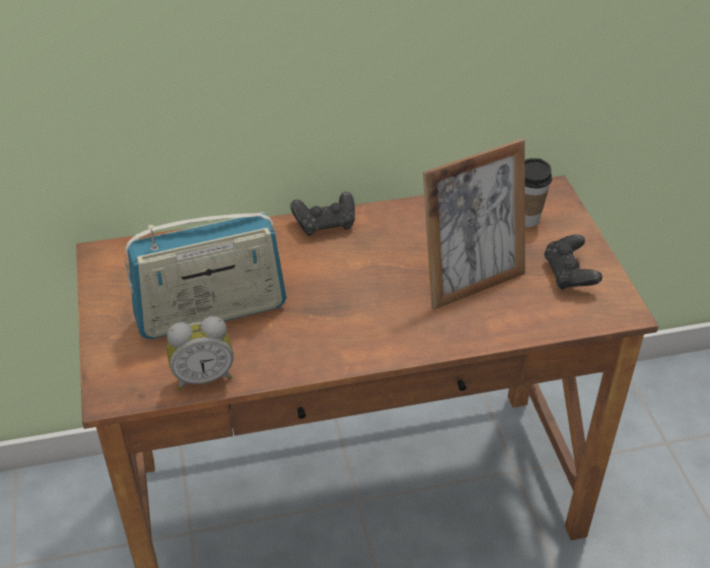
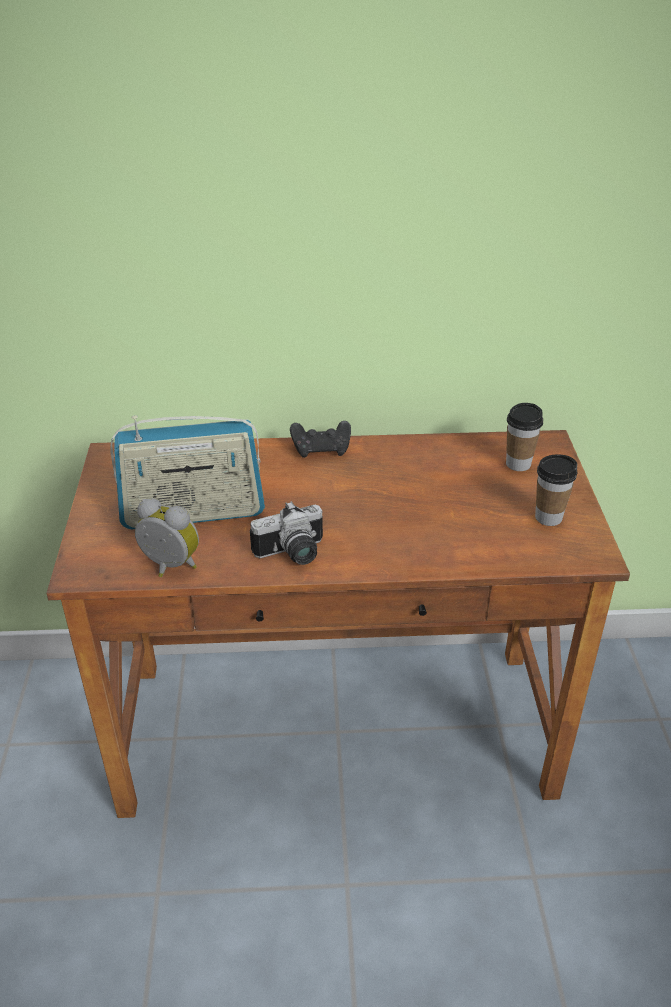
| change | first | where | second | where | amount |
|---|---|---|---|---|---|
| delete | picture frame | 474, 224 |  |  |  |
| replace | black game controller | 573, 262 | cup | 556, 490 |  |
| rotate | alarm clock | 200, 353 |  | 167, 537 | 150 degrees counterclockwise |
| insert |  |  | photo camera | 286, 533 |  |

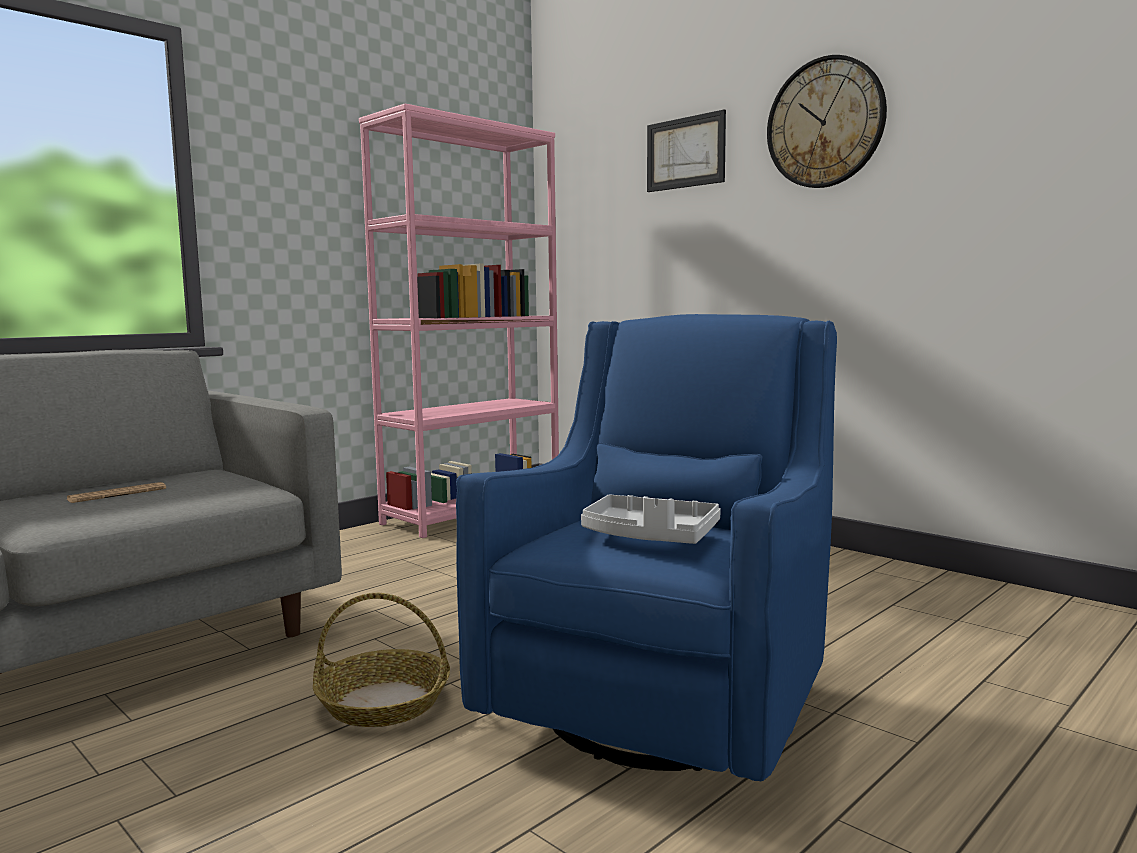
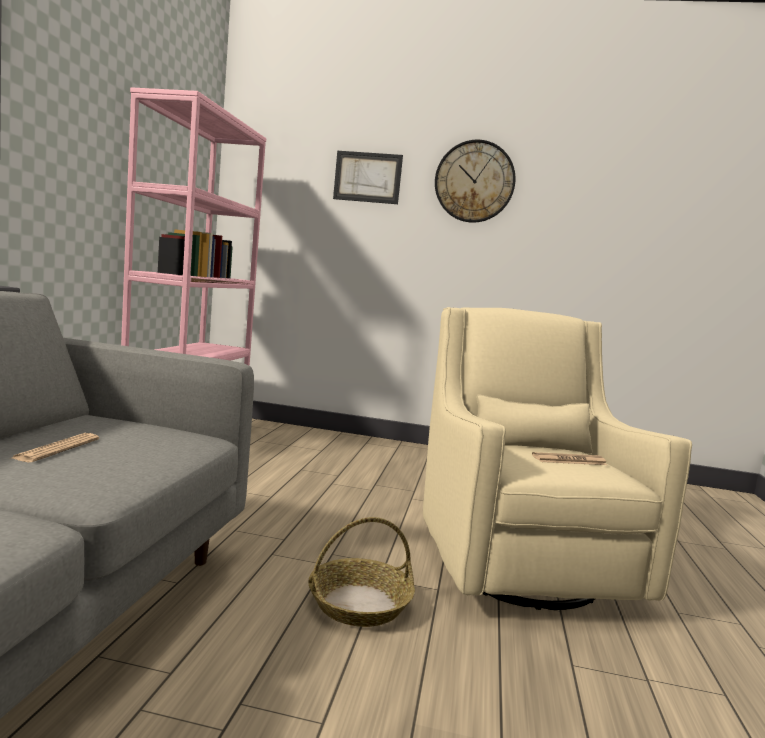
| change | first | where | second | where | amount |
|---|---|---|---|---|---|
| recolor | blue armchair | 646, 548 | beige armchair | 557, 458 |  |
| replace | grey tray | 651, 519 | newspaper | 569, 458 |  |

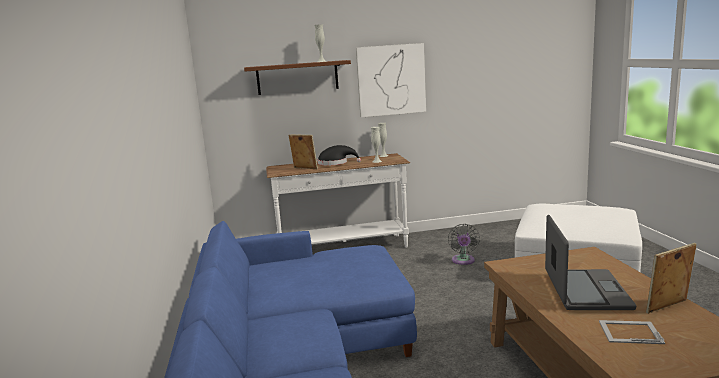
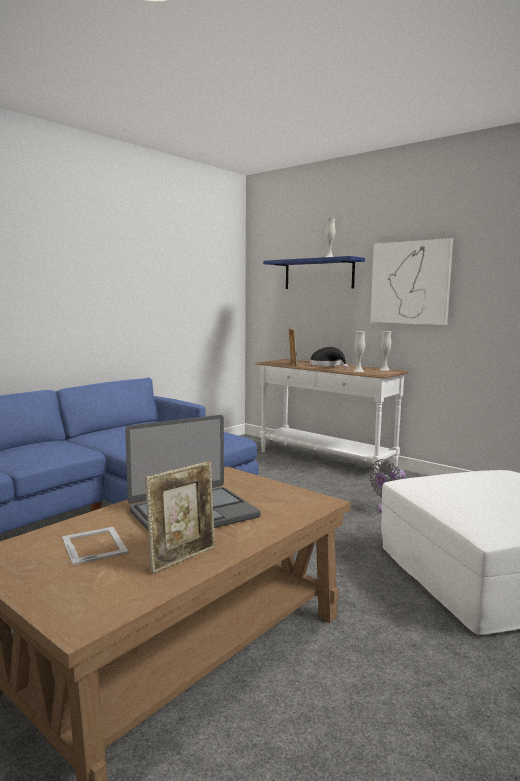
| change | first | where | second | where | amount |
|---|---|---|---|---|---|
| recolor | brown shelf | 297, 77 | blue shelf | 314, 272 |  |
| rotate | picture frame | 671, 278 |  | 180, 517 | 105 degrees clockwise |

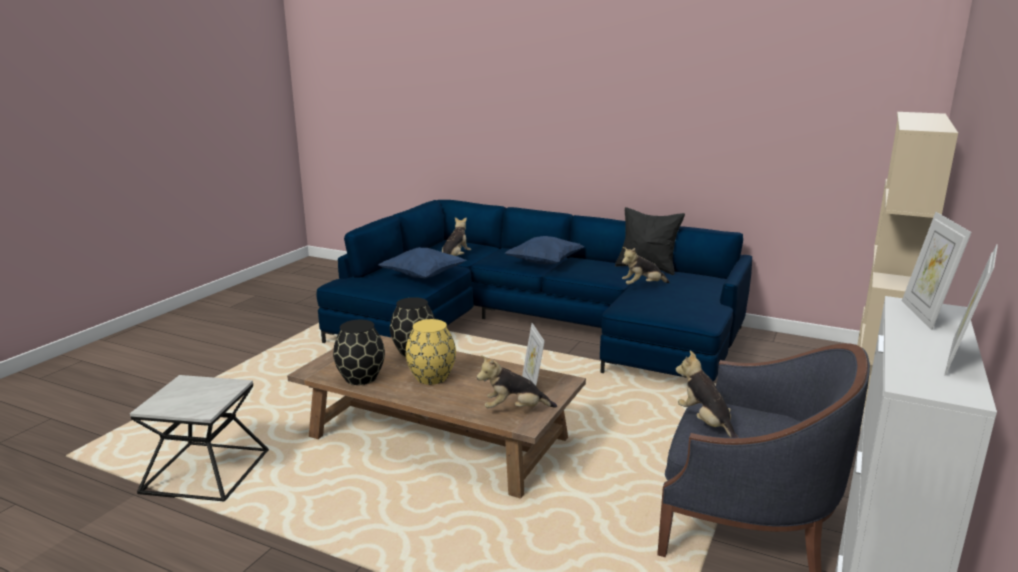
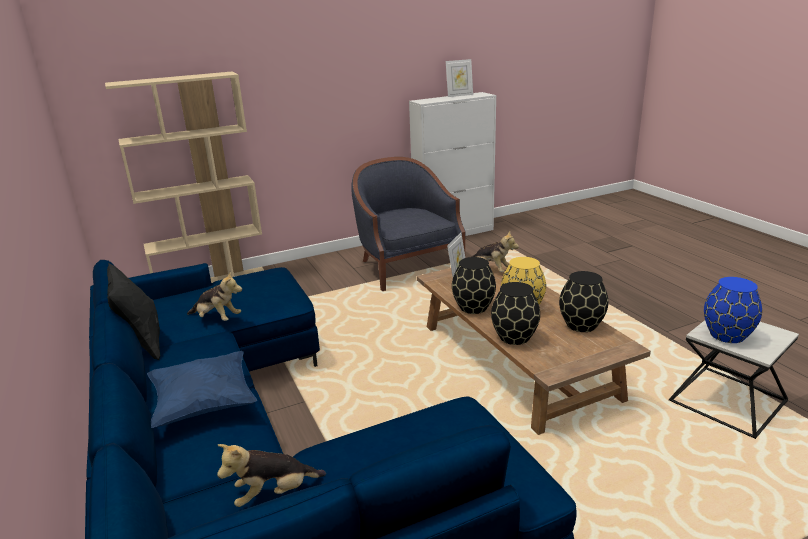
| change | first | where | second | where | amount |
|---|---|---|---|---|---|
| delete | picture frame | 937, 271 |  |  |  |
| delete | blue pillow | 423, 263 |  |  |  |
| delete | plush toy | 708, 394 |  |  |  |
| insert |  |  | black vase | 474, 285 |  |
| insert |  |  | blue vase | 733, 310 |  |

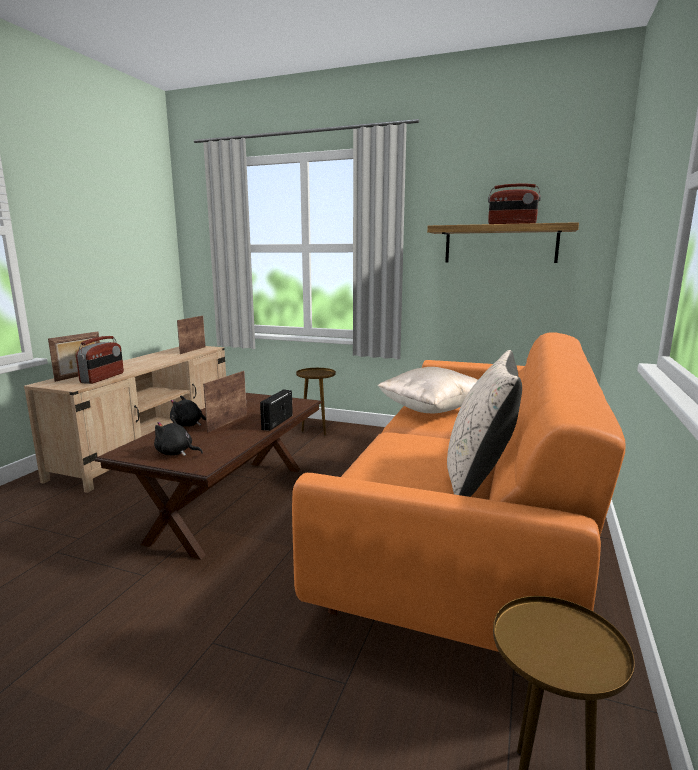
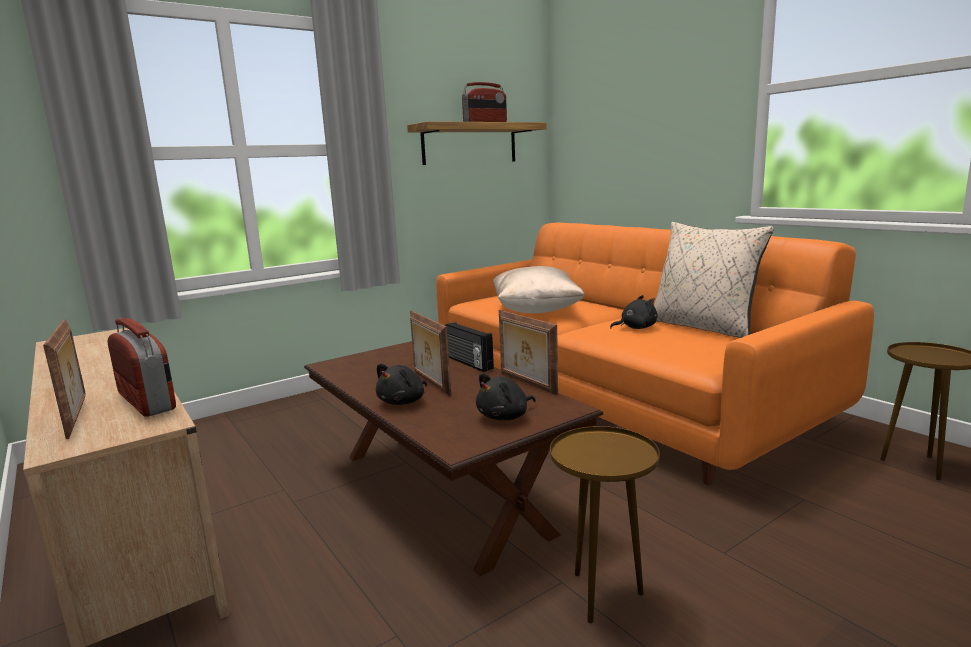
| change | first | where | second | where | amount |
|---|---|---|---|---|---|
| move | picture frame | 191, 335 |  | 528, 352 |  |
| move | brown side table | 316, 402 |  | 605, 524 |  |
| insert |  |  | black plush toy | 633, 312 |  |

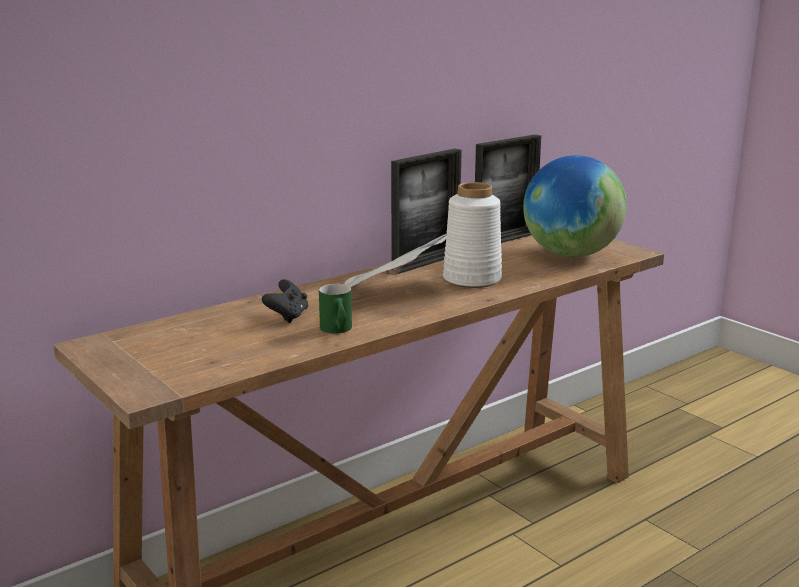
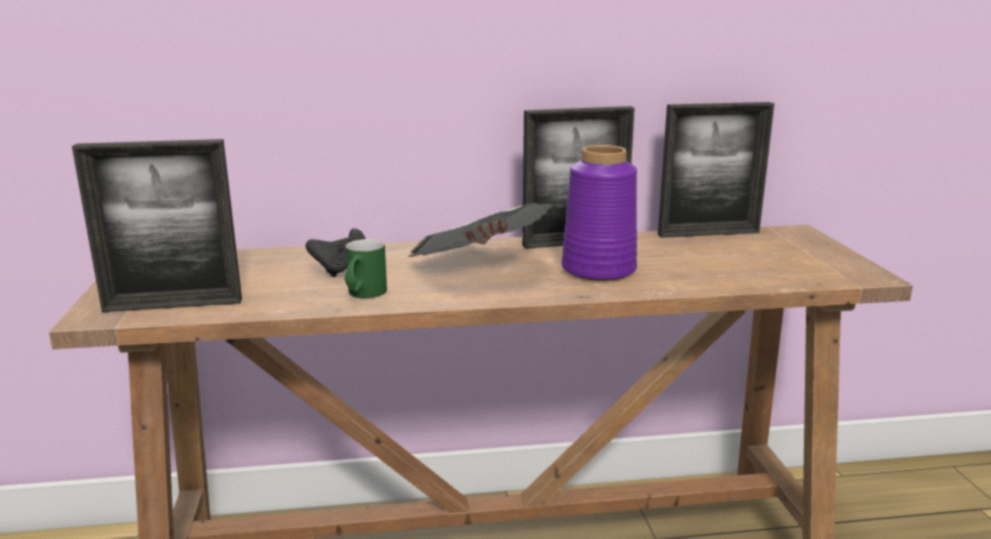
| change | first | where | second | where | amount |
|---|---|---|---|---|---|
| delete | globe | 575, 206 |  |  |  |
| recolor | white vase | 472, 235 | purple vase | 599, 213 |  |
| insert |  |  | picture frame | 157, 225 |  |

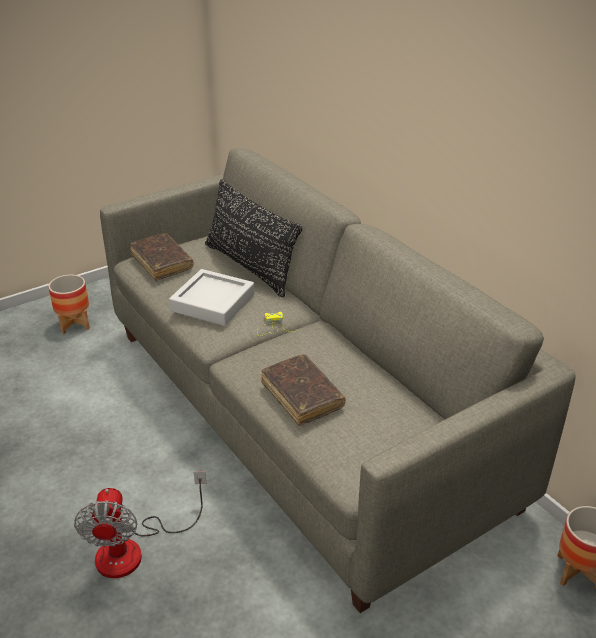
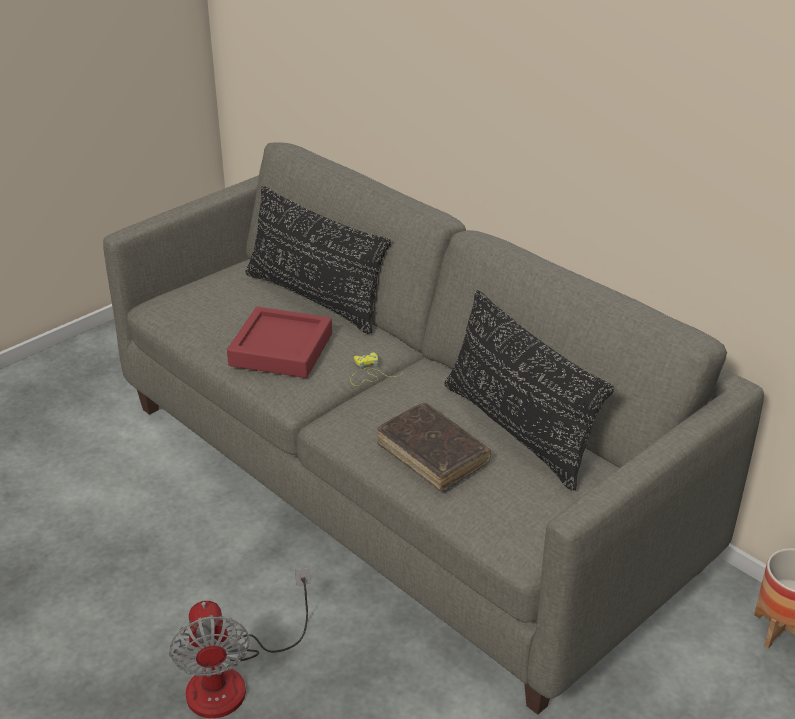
| change | first | where | second | where | amount |
|---|---|---|---|---|---|
| delete | brown book | 162, 257 |  |  |  |
| recolor | grey tray | 212, 297 | red tray | 279, 342 |  |
| delete | planter | 69, 304 |  |  |  |
| insert |  |  | black pillow | 529, 390 |  |

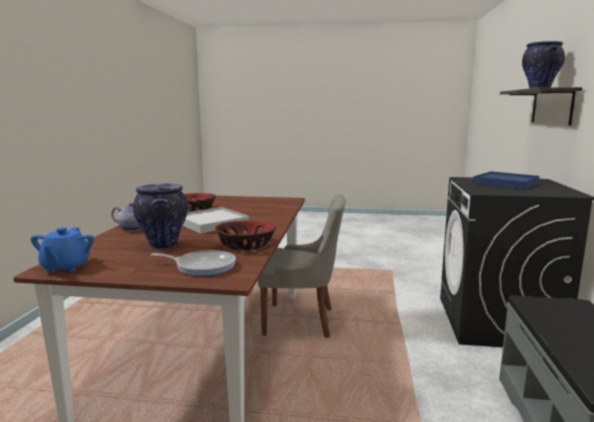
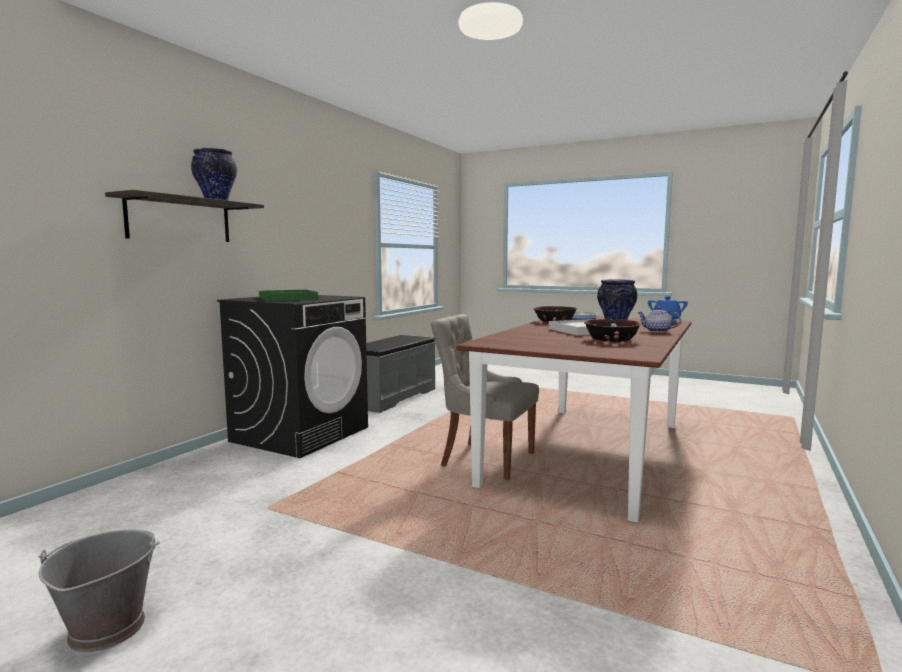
| change | first | where | second | where | amount |
|---|---|---|---|---|---|
| recolor | blue tray | 506, 180 | green tray | 288, 295 |  |
| insert |  |  | grey bucket | 99, 591 |  |

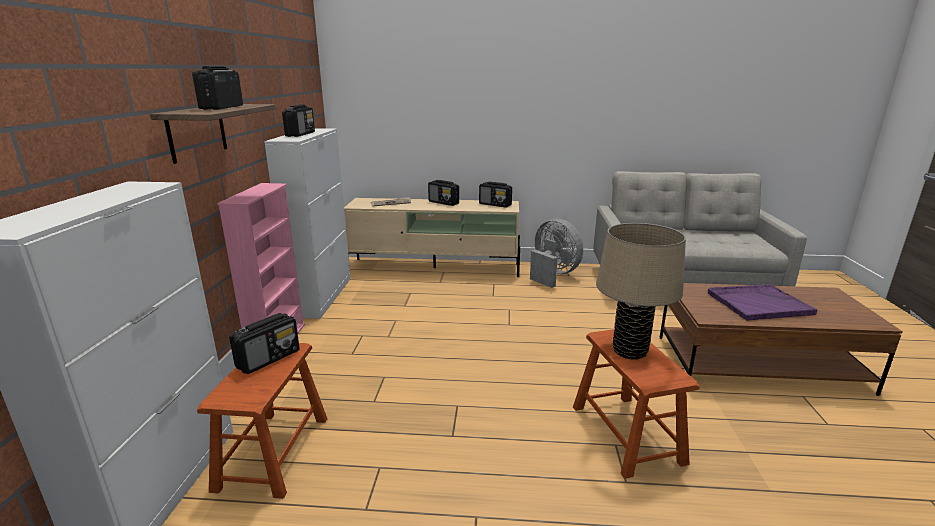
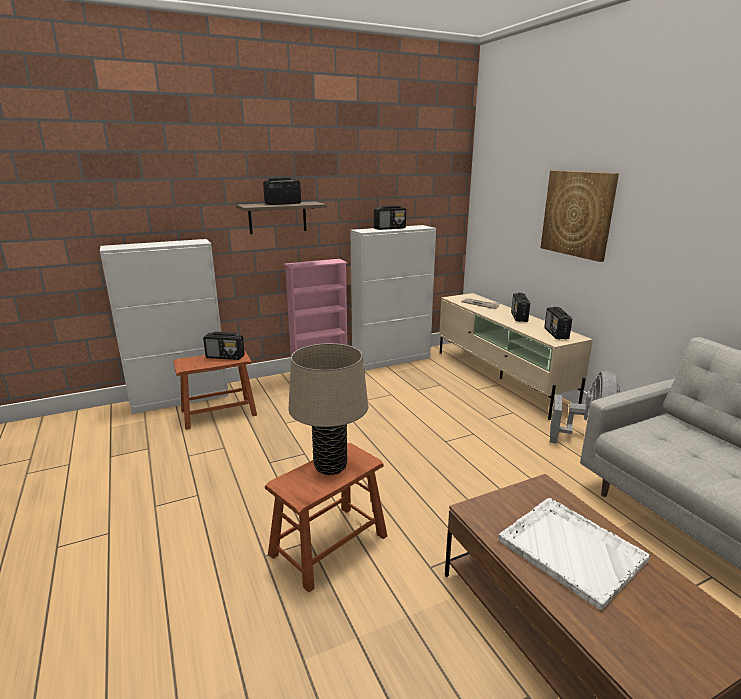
| change | first | where | second | where | amount |
|---|---|---|---|---|---|
| recolor | purple tray | 762, 302 | white tray | 574, 554 |  |
| insert |  |  | picture | 580, 216 |  |

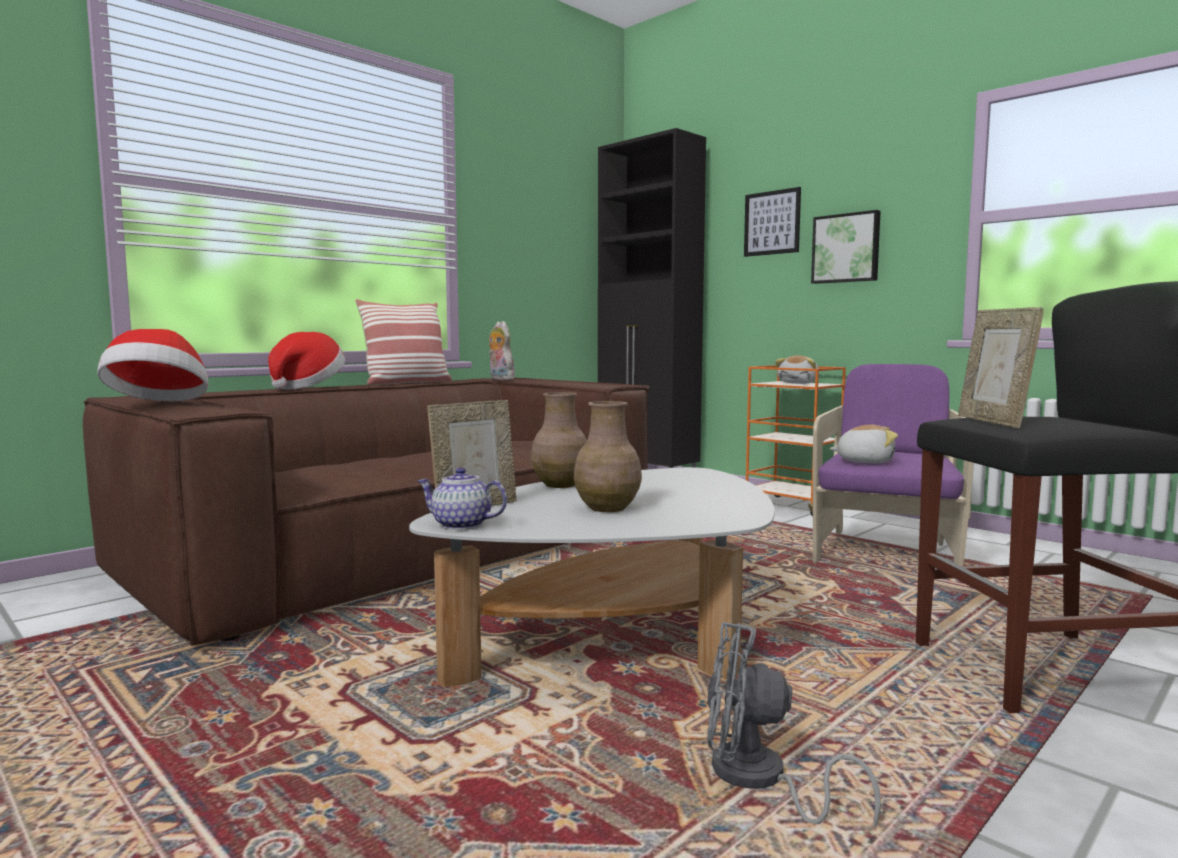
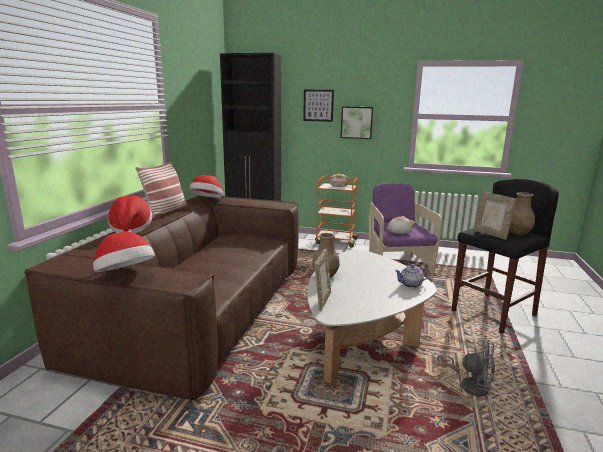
| change | first | where | second | where | amount |
|---|---|---|---|---|---|
| replace | plush toy | 502, 350 | hat | 206, 186 |  |
| move | brown vase | 608, 456 |  | 522, 213 |  |
| move | teapot | 462, 498 |  | 412, 276 |  |
| rotate | grey fan | 794, 724 |  | 466, 368 | 135 degrees counterclockwise |

